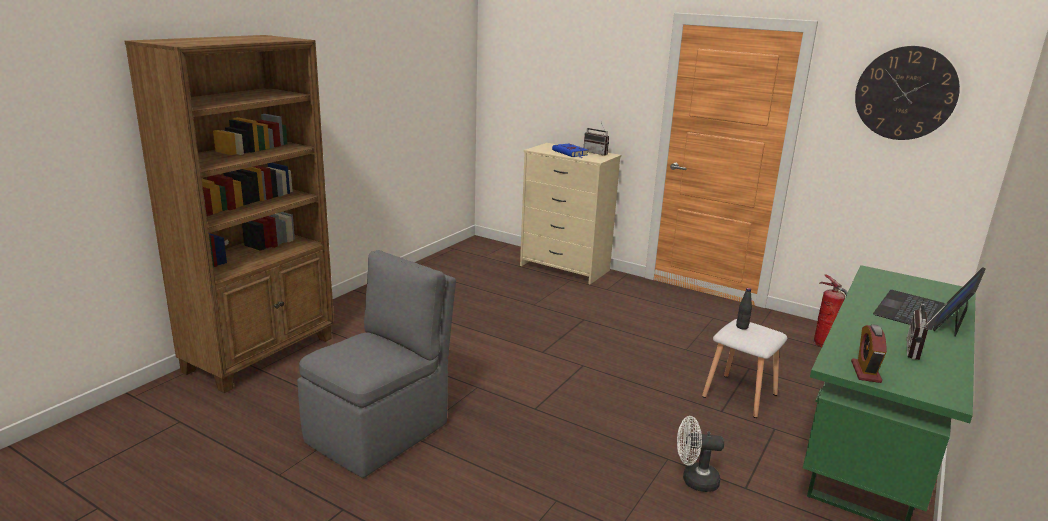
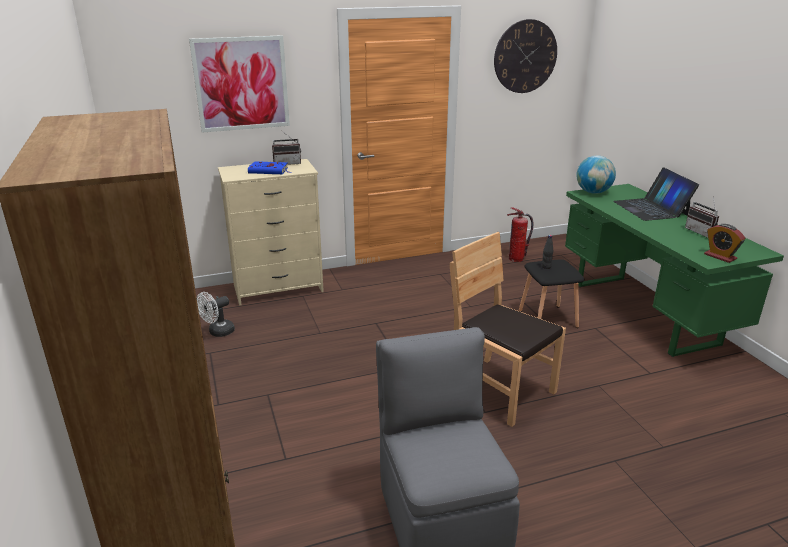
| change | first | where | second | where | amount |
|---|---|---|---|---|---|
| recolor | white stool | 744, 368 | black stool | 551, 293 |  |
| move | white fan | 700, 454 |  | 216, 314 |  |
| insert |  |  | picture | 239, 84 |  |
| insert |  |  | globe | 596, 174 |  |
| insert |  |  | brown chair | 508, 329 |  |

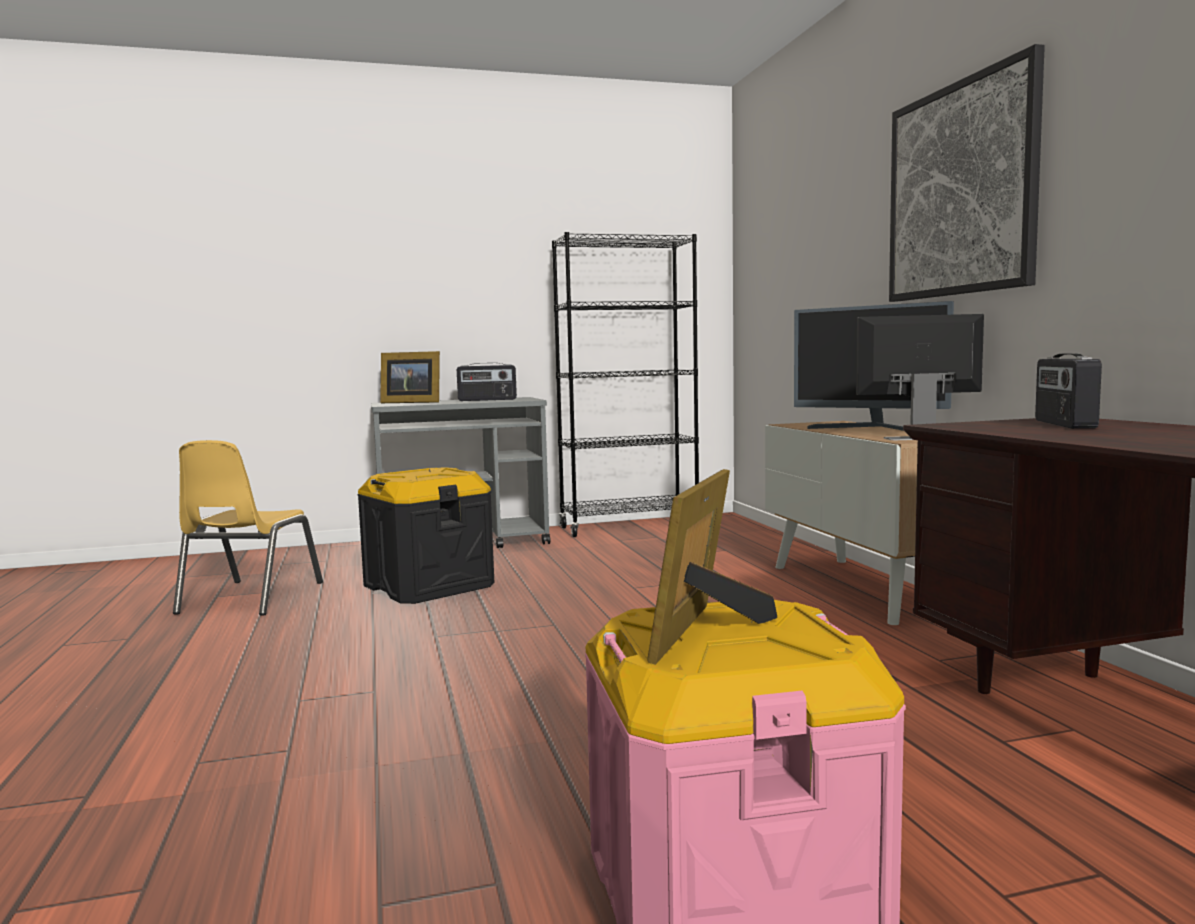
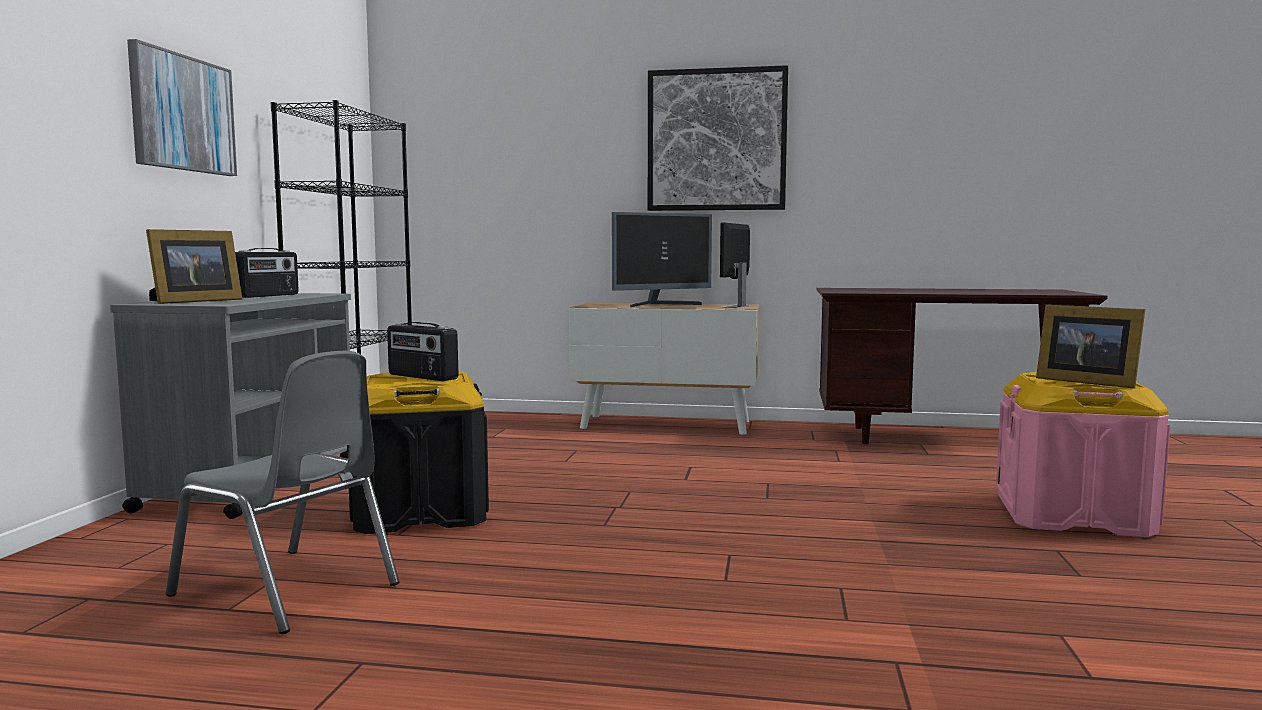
| change | first | where | second | where | amount |
|---|---|---|---|---|---|
| move | radio | 1068, 391 |  | 422, 351 |  |
| recolor | yellow chair | 248, 527 | grey chair | 282, 492 |  |
| insert |  |  | picture | 182, 107 |  |

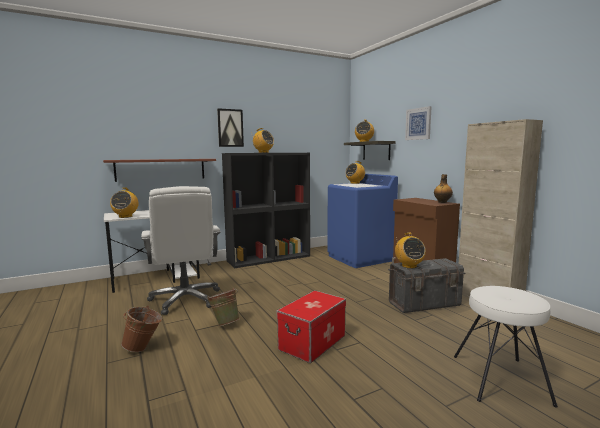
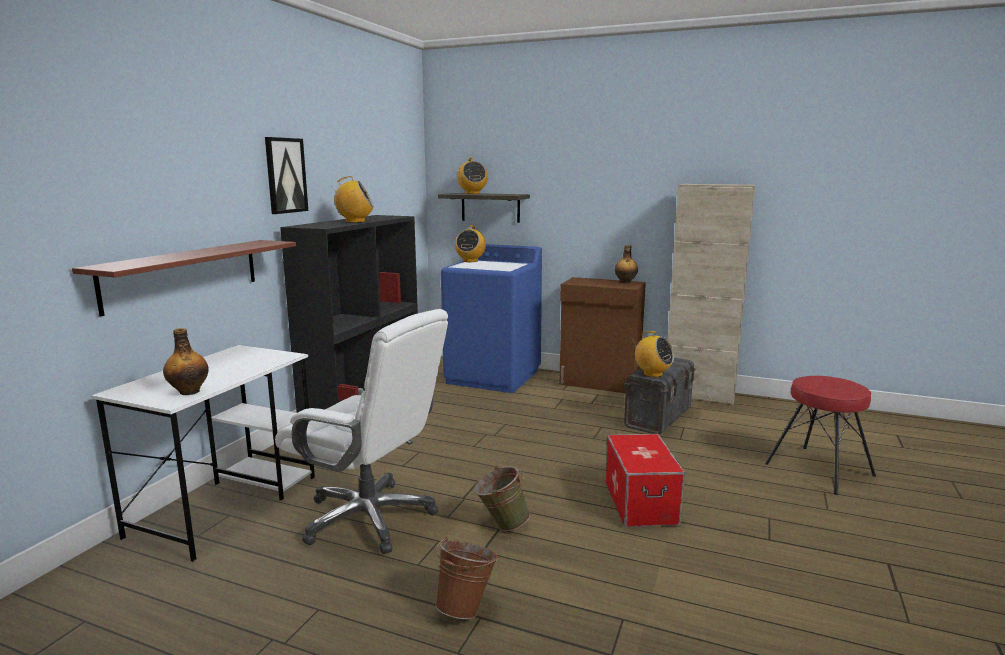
| change | first | where | second | where | amount |
|---|---|---|---|---|---|
| delete | picture | 418, 123 |  |  |  |
| replace | radio | 124, 202 | bottle | 186, 361 |  |
| recolor | white stool | 506, 347 | red stool | 820, 435 |  |

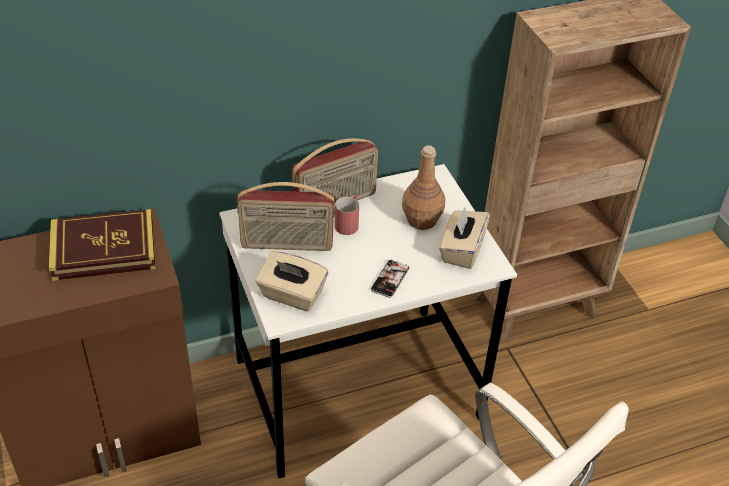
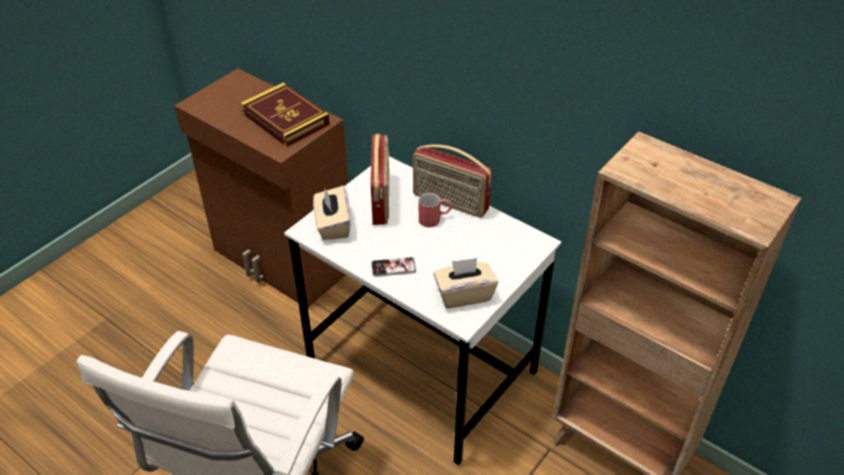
| change | first | where | second | where | amount |
|---|---|---|---|---|---|
| delete | brown bottle | 423, 187 |  |  |  |
| rotate | radio | 286, 216 |  | 379, 179 | 150 degrees counterclockwise |

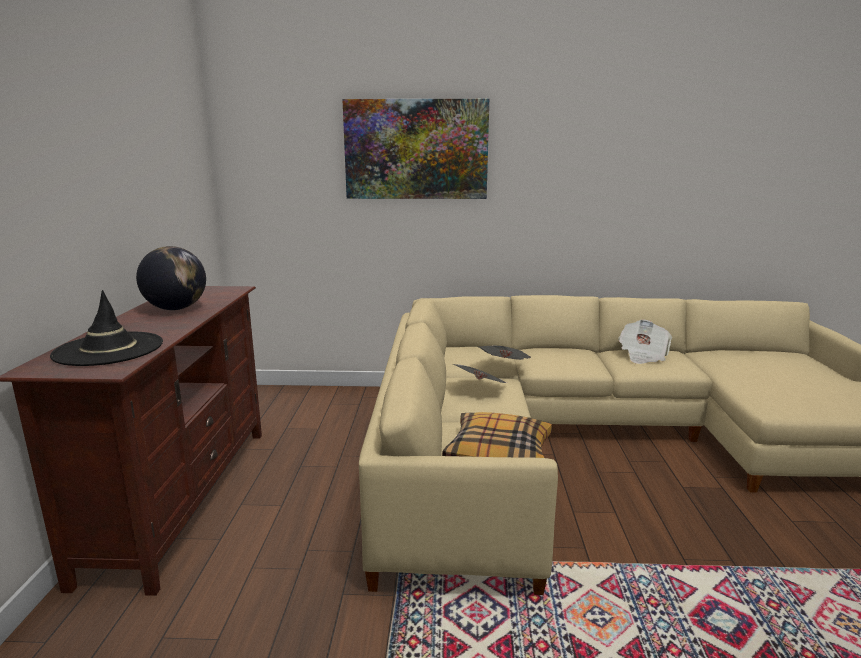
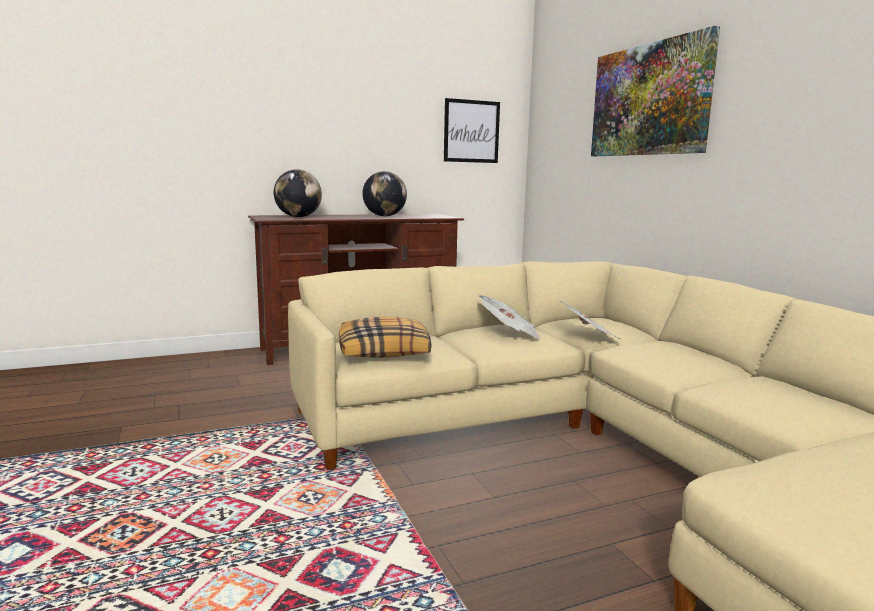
| change | first | where | second | where | amount |
|---|---|---|---|---|---|
| replace | black hat | 106, 328 | globe | 298, 193 |  |
| delete | newspaper | 645, 342 |  |  |  |
| insert |  |  | picture | 472, 130 |  |

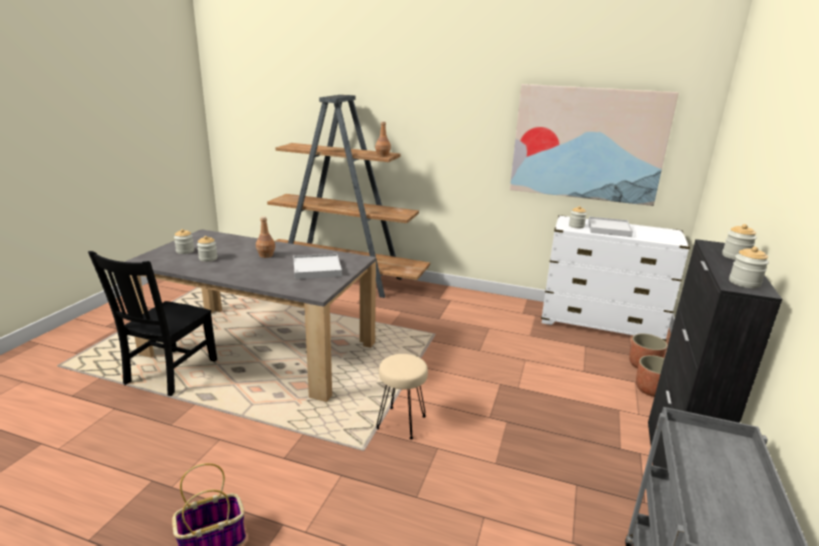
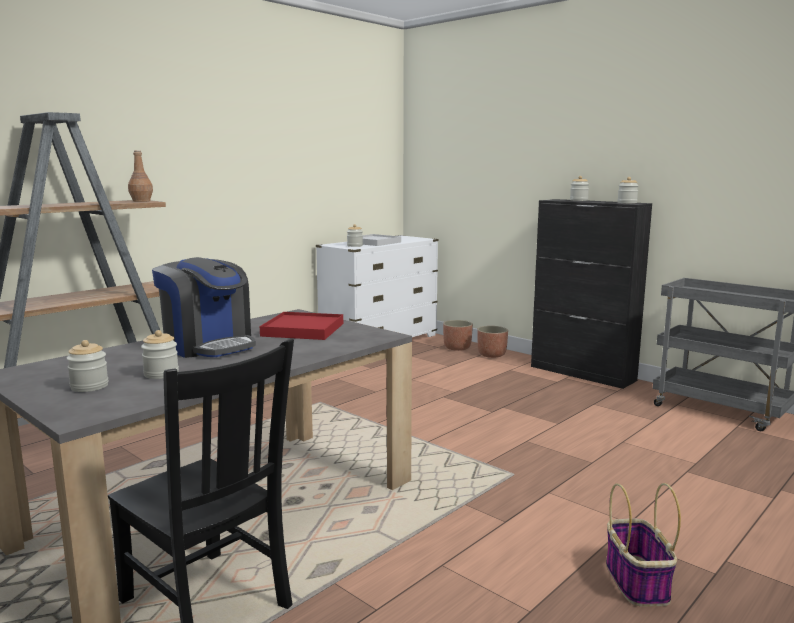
| change | first | where | second | where | amount |
|---|---|---|---|---|---|
| delete | picture | 594, 145 |  |  |  |
| replace | brown bottle | 265, 237 | coffee machine | 204, 307 |  |
| recolor | white tray | 317, 266 | red tray | 301, 326 |  |
| delete | beige stool | 402, 397 |  |  |  |

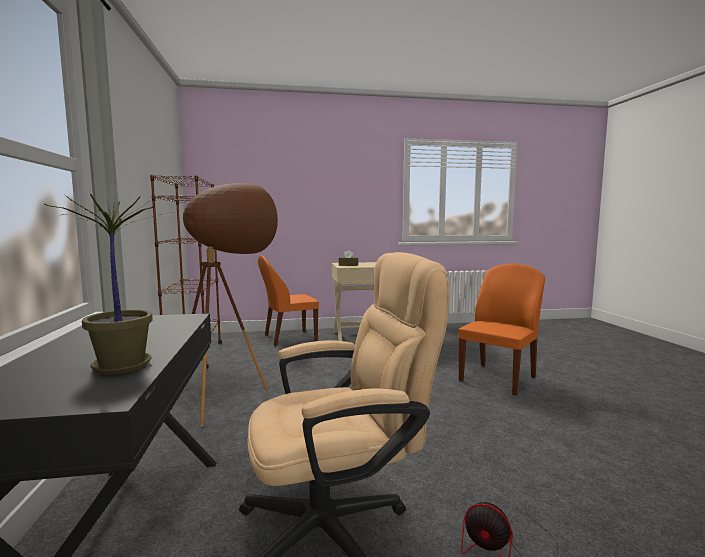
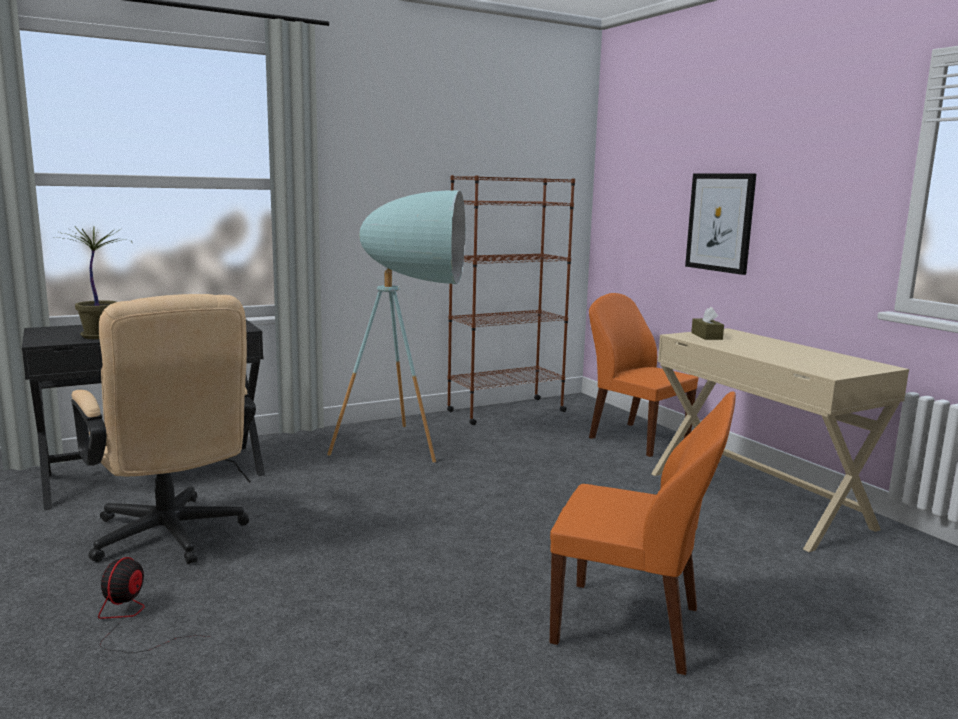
| change | first | where | second | where | amount |
|---|---|---|---|---|---|
| recolor | brown floor lamp | 230, 305 | turquoise floor lamp | 396, 326 |  |
| insert |  |  | picture | 720, 224 |  |

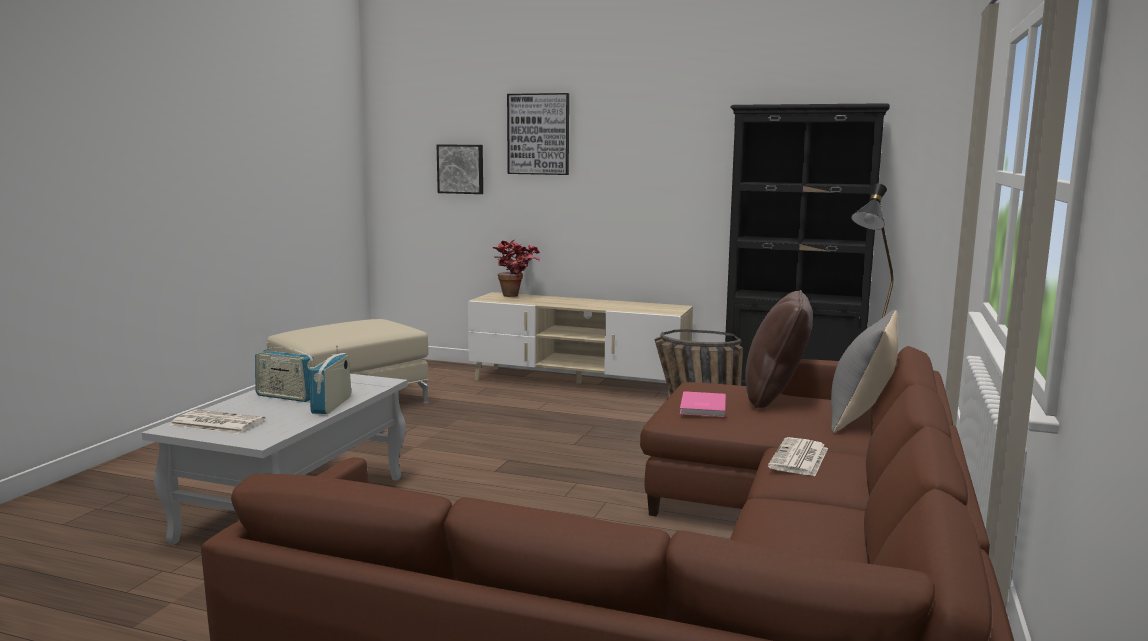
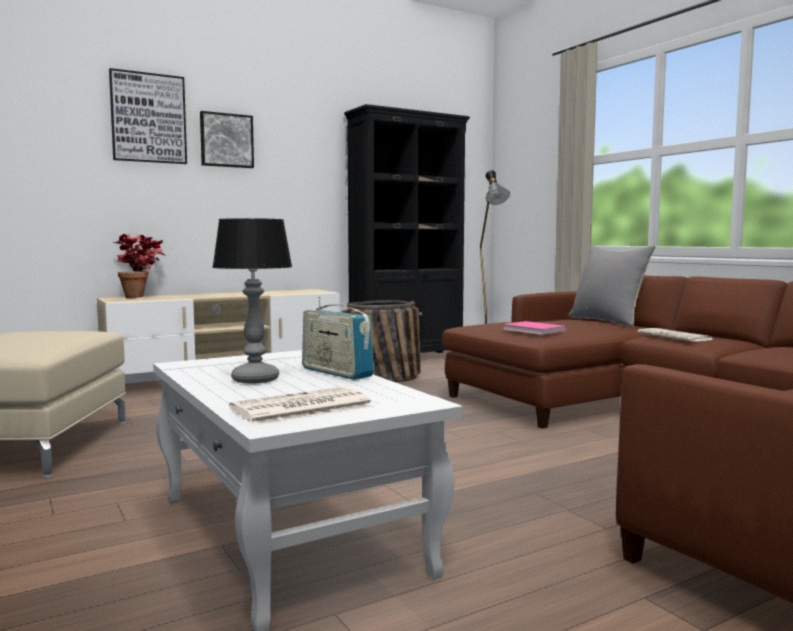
| change | first | where | second | where | amount |
|---|---|---|---|---|---|
| move | picture | 460, 169 |  | 227, 139 |  |
| delete | brown pillow | 779, 349 |  |  |  |
| replace | radio | 285, 372 | table lamp | 252, 301 |  |

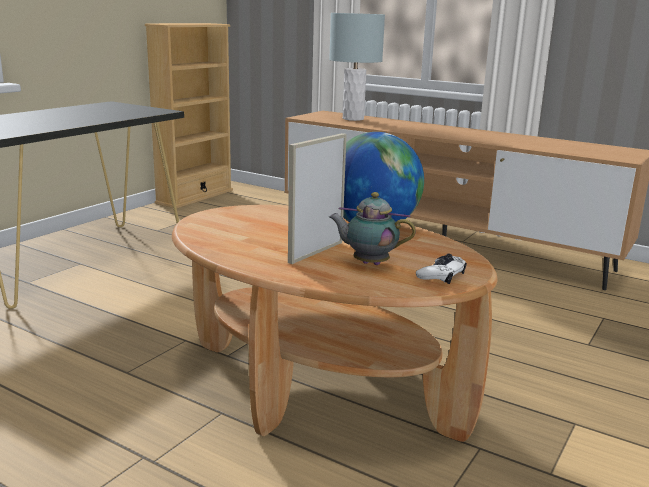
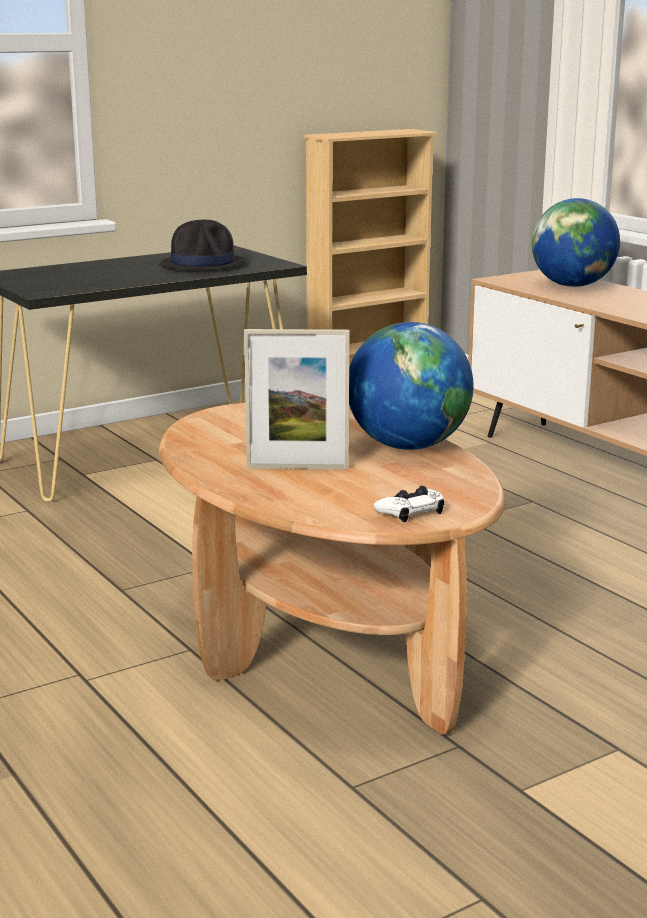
| change | first | where | second | where | amount |
|---|---|---|---|---|---|
| replace | grey table lamp | 357, 67 | globe | 576, 242 |  |
| rotate | picture frame | 317, 198 |  | 297, 399 | 150 degrees counterclockwise |
| delete | teapot | 372, 228 |  |  |  |
| insert |  |  | black hat | 203, 245 |  |

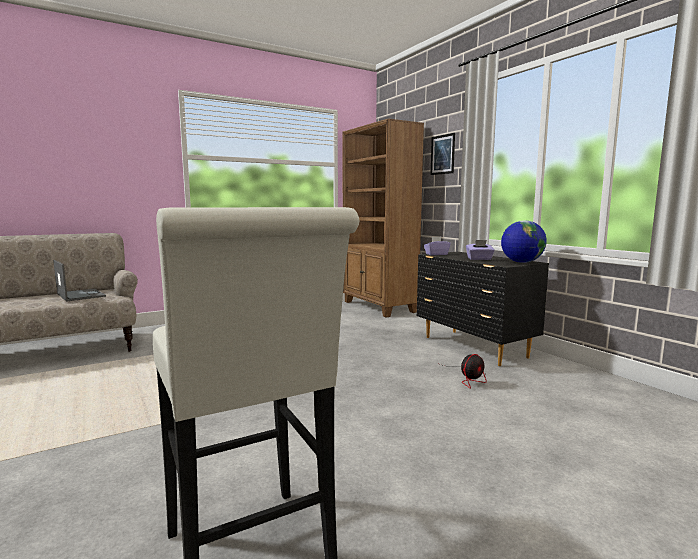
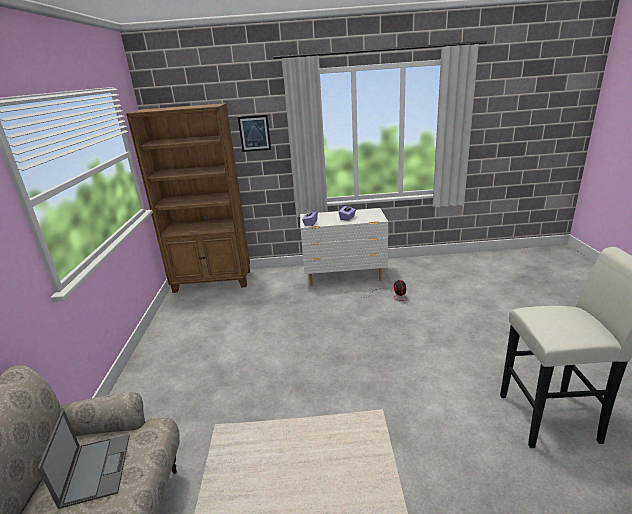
| change | first | where | second | where | amount |
|---|---|---|---|---|---|
| delete | globe | 524, 241 |  |  |  |
| recolor | black dresser | 483, 309 | white dresser | 344, 247 |  |
| rotate | laptop | 79, 280 |  | 83, 459 | 90 degrees clockwise |

